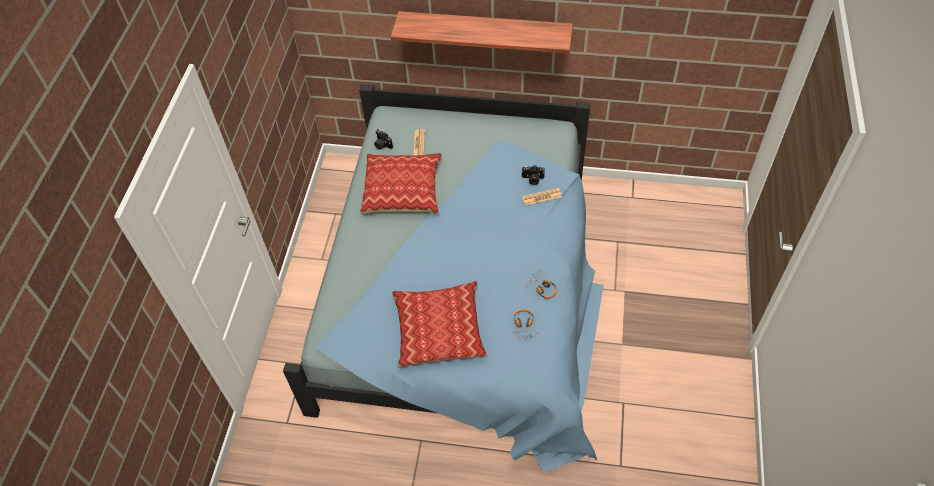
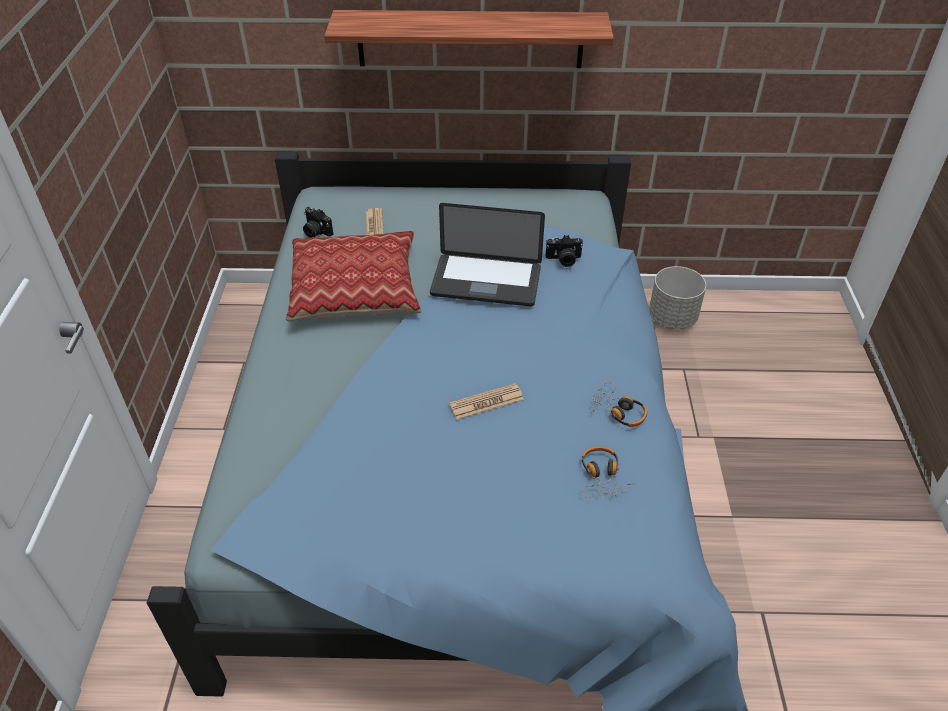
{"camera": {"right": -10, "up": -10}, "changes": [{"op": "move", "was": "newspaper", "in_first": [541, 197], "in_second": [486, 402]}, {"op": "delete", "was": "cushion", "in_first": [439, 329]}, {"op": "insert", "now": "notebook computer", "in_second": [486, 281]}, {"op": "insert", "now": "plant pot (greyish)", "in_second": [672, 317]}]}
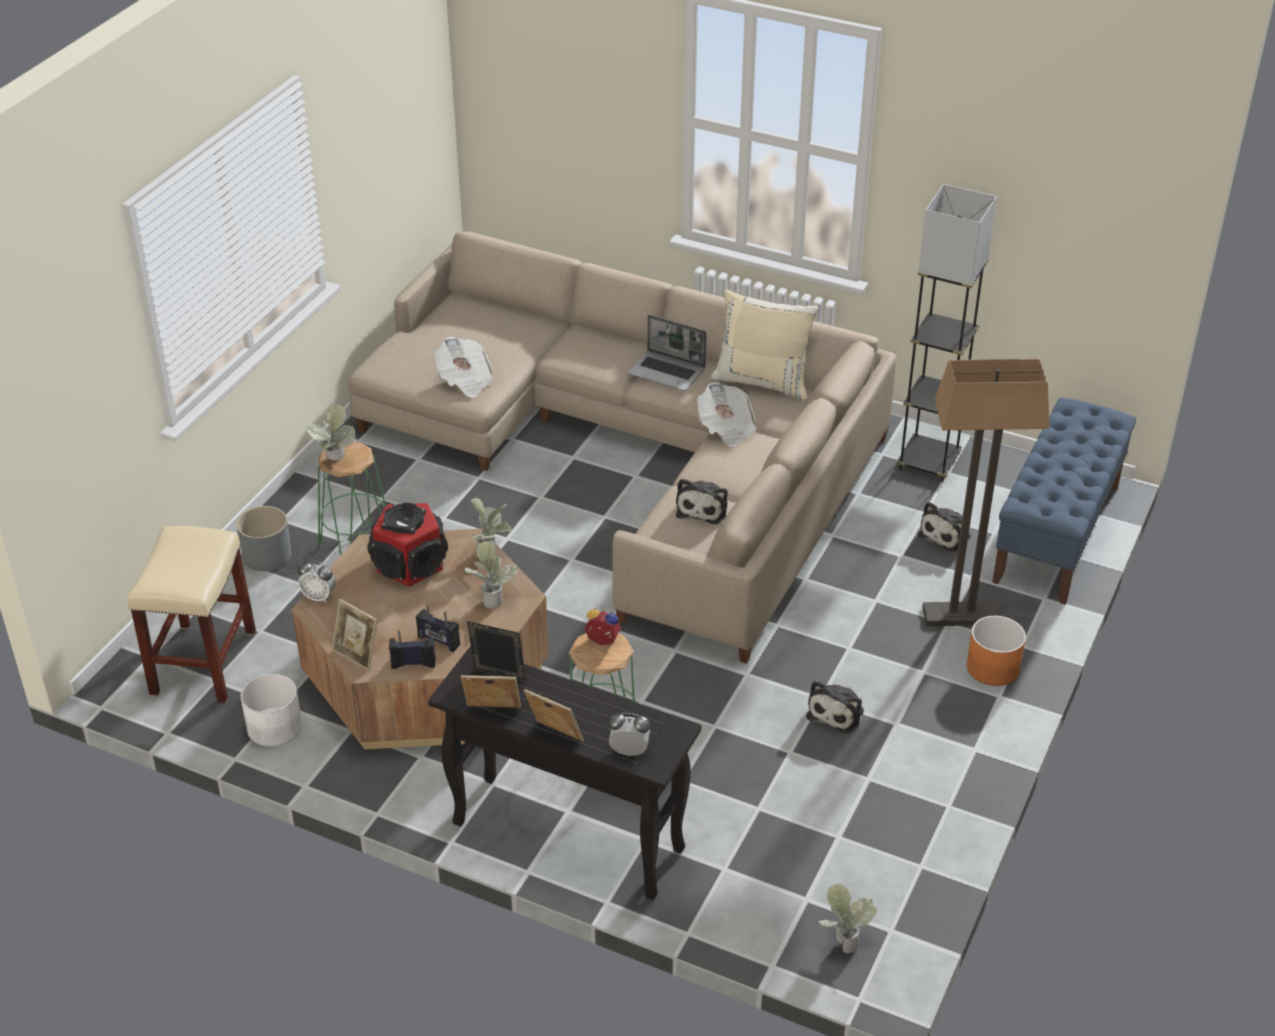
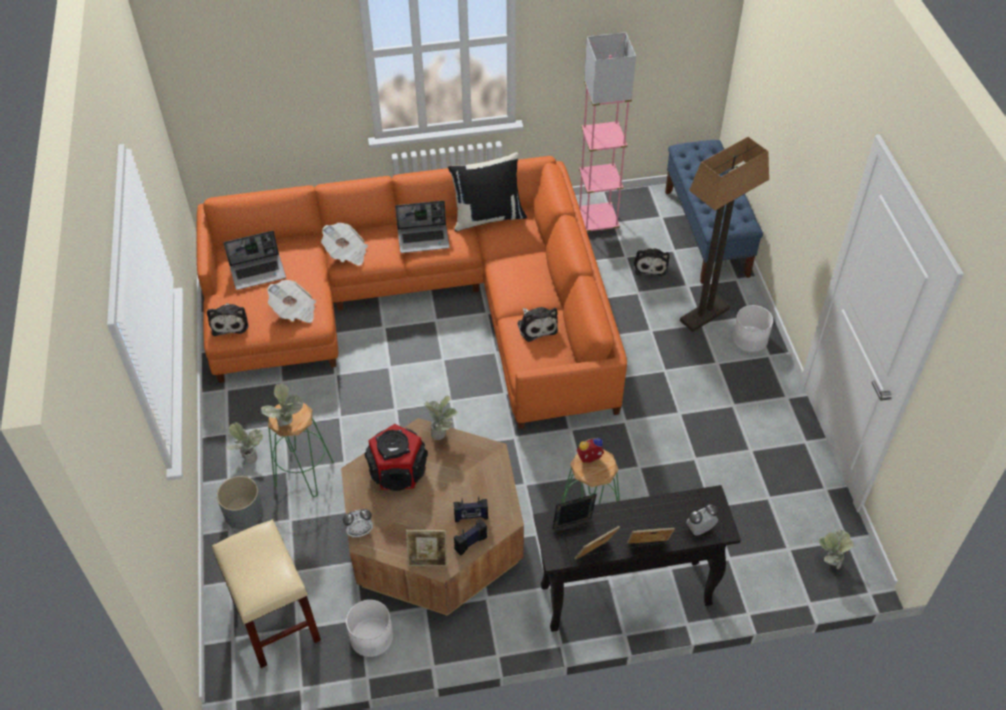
{"camera": {"right": -35, "up": 10}, "changes": [{"op": "recolor", "was": "standard lamp (greyish)", "now": "standard lamp (pinkish)", "in_first": [928, 462], "in_second": [597, 221]}, {"op": "recolor", "was": "sofa (beige-coloured)", "now": "sofa (orangey)", "in_first": [636, 453], "in_second": [421, 303]}, {"op": "recolor", "was": "cushion (beige-coloured)", "now": "cushion (blackish)", "in_first": [763, 381], "in_second": [488, 217]}, {"op": "move", "was": "newspaper", "in_first": [726, 428], "in_second": [346, 253]}, {"op": "move", "was": "plant in a pot", "in_first": [492, 598], "in_second": [248, 455]}, {"op": "recolor", "was": "plant pot (orangey)", "now": "plant pot (white)", "in_first": [993, 668], "in_second": [750, 339]}, {"op": "move", "was": "plush toy", "in_first": [837, 712], "in_second": [230, 322]}, {"op": "insert", "now": "notebook computer", "in_second": [258, 272]}]}
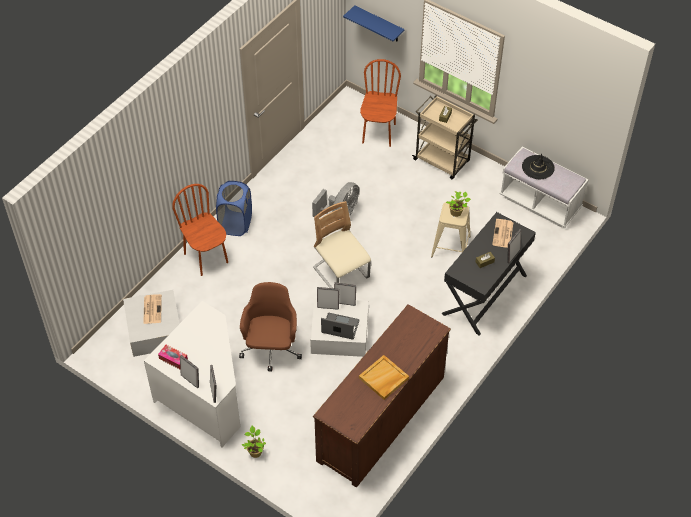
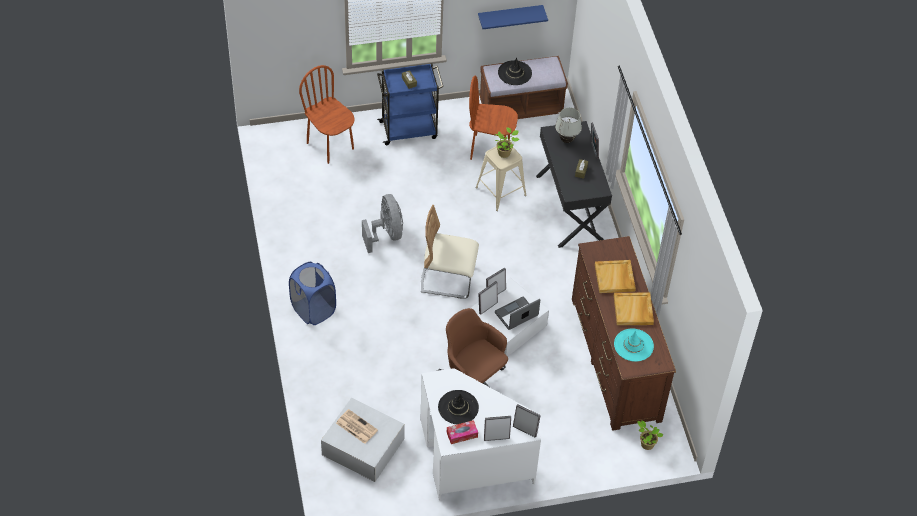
{"camera": {"right": -50, "up": 0}, "changes": [{"op": "move", "was": "bracket shelf (bluish)", "in_first": [379, 24], "in_second": [510, 16]}, {"op": "recolor", "was": "cart (beige-coloured)", "now": "cart (bluish)", "in_first": [442, 161], "in_second": [409, 130]}, {"op": "recolor", "was": "bench (white)", "now": "bench (brown)", "in_first": [540, 203], "in_second": [521, 106]}, {"op": "move", "was": "plain chair (brown)", "in_first": [206, 258], "in_second": [490, 149]}, {"op": "replace", "was": "newspaper", "now": "lamp for a table (white)", "in_first": [503, 234], "in_second": [566, 140]}, {"op": "move", "was": "plant in a pot", "in_first": [255, 451], "in_second": [646, 444]}, {"op": "insert", "now": "carrying tray (beige-coloured)", "in_second": [615, 278]}, {"op": "insert", "now": "clothing hat (turquoise)", "in_second": [633, 345]}, {"op": "insert", "now": "clothing hat (blackish)", "in_second": [458, 407]}]}
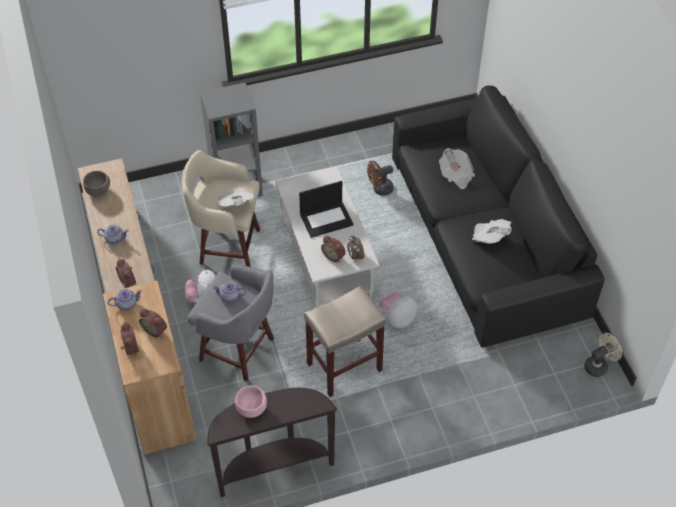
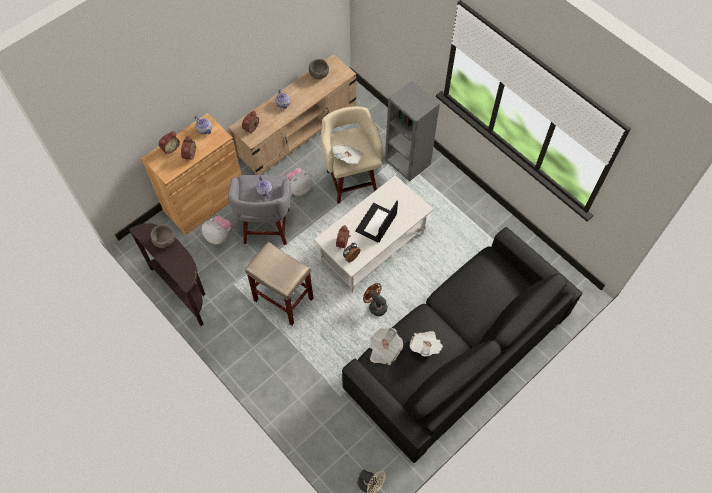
{"camera": {"right": 65, "up": 10}, "changes": [{"op": "move", "was": "newspaper", "in_first": [456, 175], "in_second": [384, 350]}, {"op": "move", "was": "electric fan (brown)", "in_first": [379, 189], "in_second": [375, 306]}, {"op": "rotate", "was": "notebook computer", "in_first": [326, 219], "in_second": [376, 223], "clockwise": 75}, {"op": "move", "was": "plush toy", "in_first": [397, 319], "in_second": [218, 236]}, {"op": "recolor", "was": "bowl (pinkish)", "now": "bowl (brown)", "in_first": [252, 409], "in_second": [164, 241]}]}
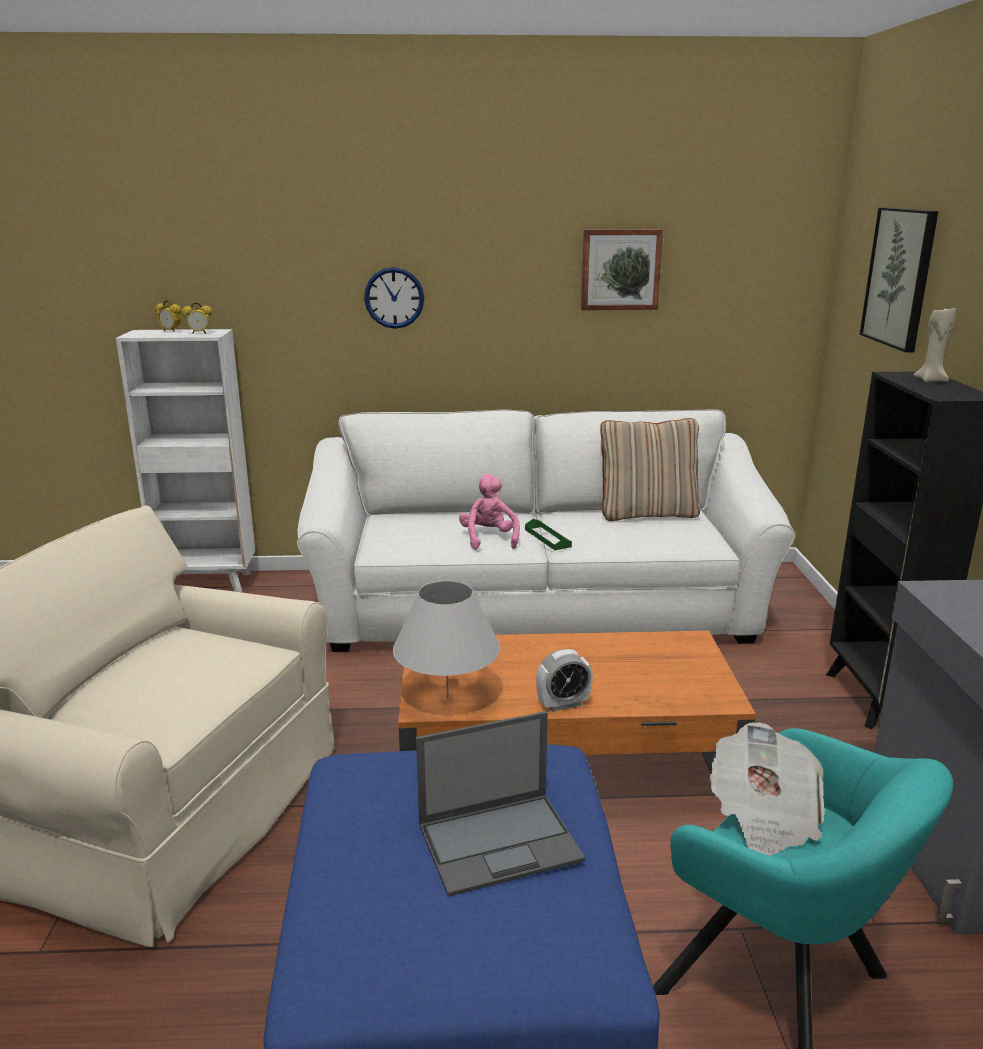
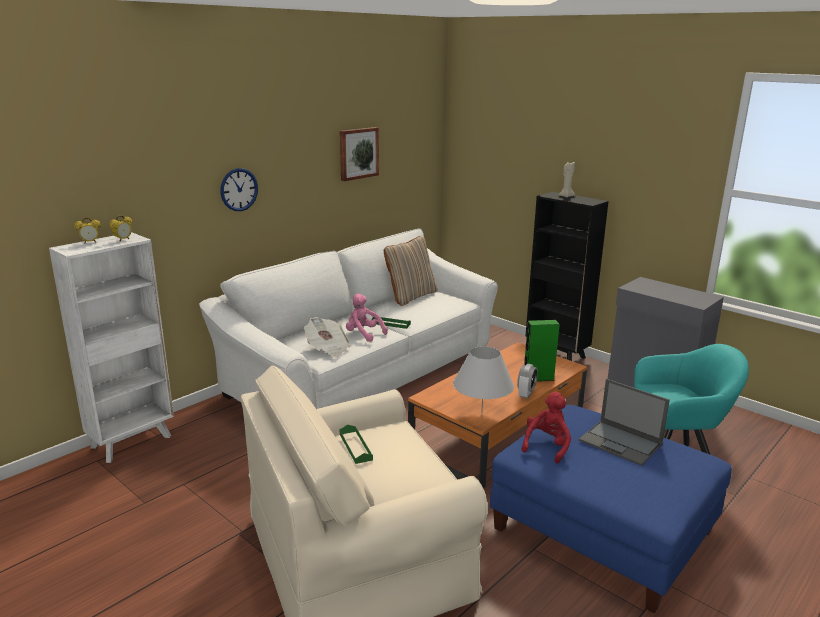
{"camera": {"right": -45, "up": 0}, "changes": [{"op": "delete", "was": "wall art", "in_first": [900, 277]}, {"op": "rotate", "was": "notebook computer", "in_first": [501, 842], "in_second": [621, 443], "clockwise": 105}, {"op": "move", "was": "newspaper", "in_first": [763, 815], "in_second": [327, 348]}, {"op": "insert", "now": "speaker (green-coloured)", "in_second": [538, 378]}, {"op": "insert", "now": "plush toy (red)", "in_second": [547, 446]}, {"op": "insert", "now": "carrying tray (green-coloured)", "in_second": [355, 447]}]}
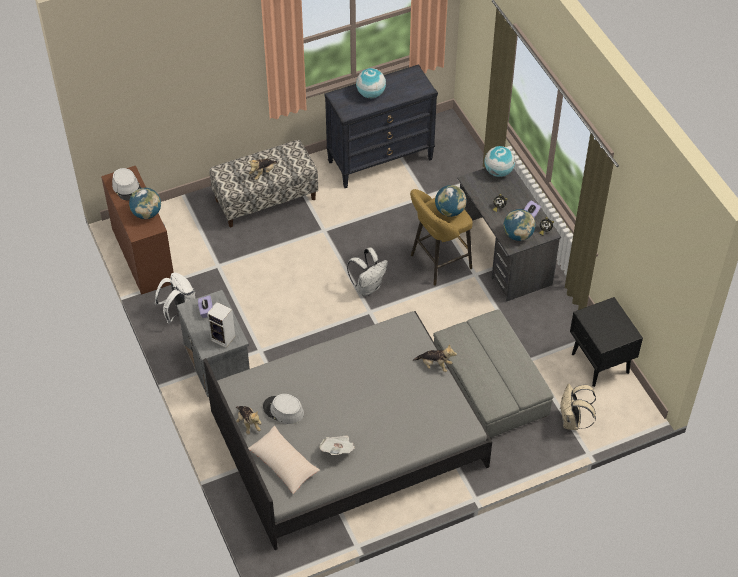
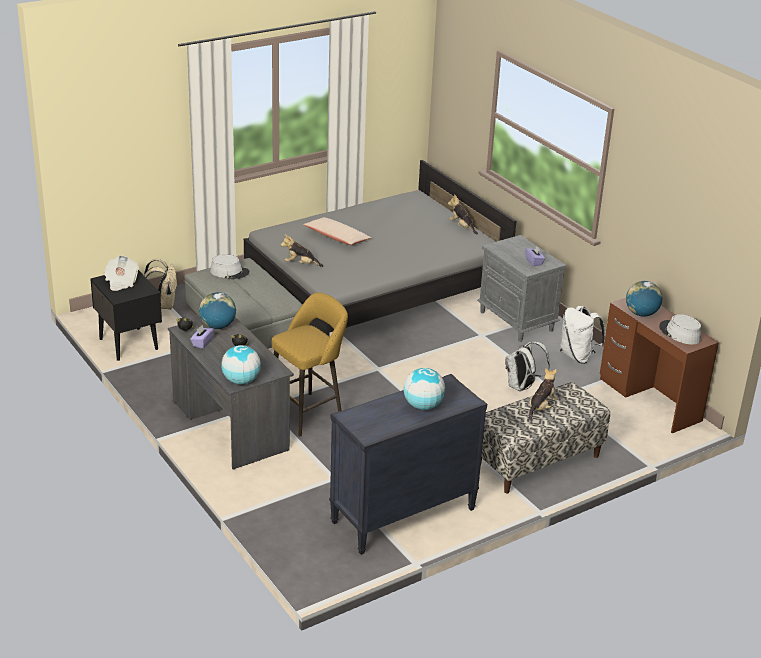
{"camera": {"right": 170, "up": -20}, "changes": [{"op": "delete", "was": "globe", "in_first": [450, 211]}, {"op": "move", "was": "knapsack (white)", "in_first": [368, 287], "in_second": [522, 387]}, {"op": "delete", "was": "speaker", "in_first": [224, 338]}, {"op": "move", "was": "clothing hat (greyish)", "in_first": [283, 410], "in_second": [229, 272]}, {"op": "move", "was": "cushion (beige-coloured)", "in_first": [283, 464], "in_second": [337, 237]}, {"op": "move", "was": "newspaper", "in_first": [338, 450], "in_second": [121, 282]}]}
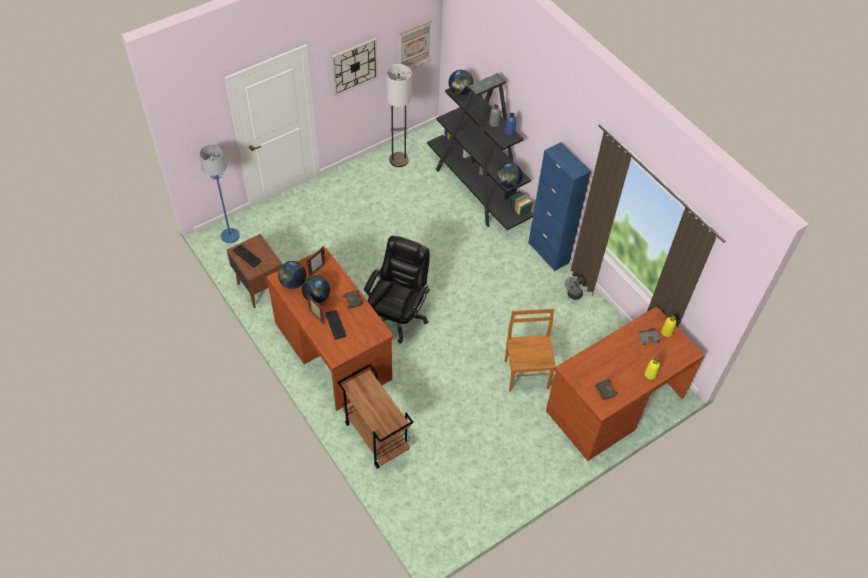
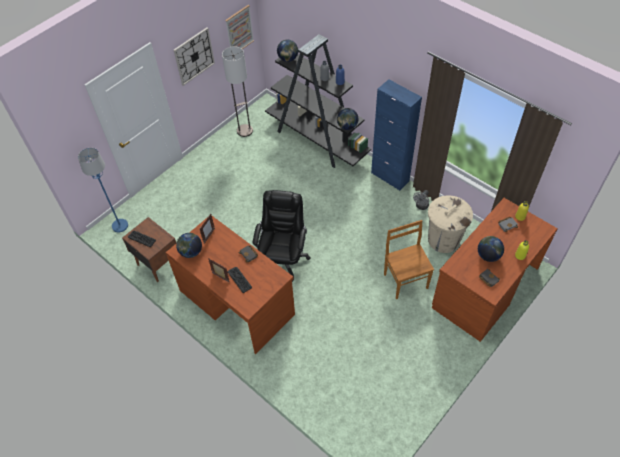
{"camera": {"right": -10, "up": 0}, "changes": [{"op": "move", "was": "globe", "in_first": [317, 297], "in_second": [488, 256]}, {"op": "delete", "was": "cart (brown)", "in_first": [375, 436]}, {"op": "insert", "now": "rubbish bin (beige-coloured)", "in_second": [443, 240]}]}
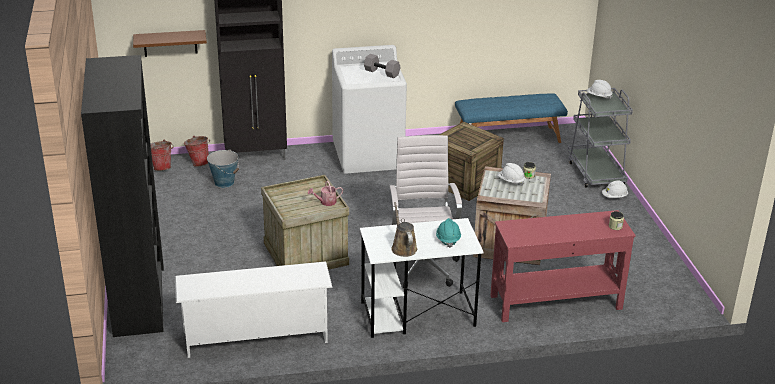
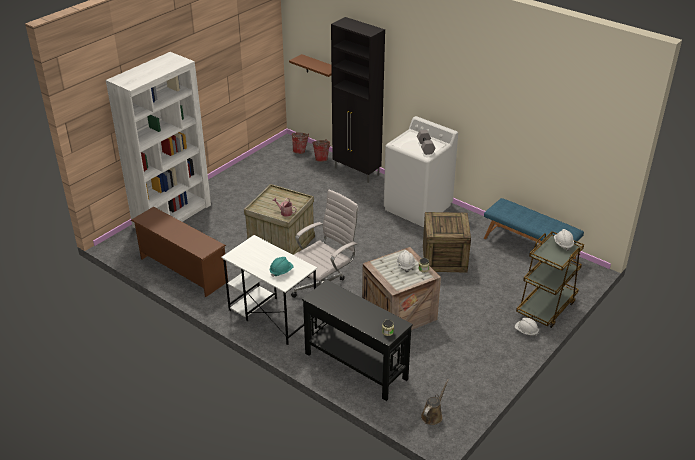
{"camera": {"right": 50, "up": 5}, "changes": [{"op": "recolor", "was": "bookshelf (blackish)", "now": "bookshelf (white)", "in_first": [139, 299], "in_second": [172, 215]}, {"op": "recolor", "was": "cart (greyish)", "now": "cart (brown)", "in_first": [595, 172], "in_second": [546, 307]}, {"op": "delete", "was": "bucket", "in_first": [224, 182]}, {"op": "move", "was": "sprinkling can (brown)", "in_first": [403, 247], "in_second": [433, 415]}, {"op": "recolor", "was": "narrow table (red)", "now": "narrow table (blackish)", "in_first": [555, 302], "in_second": [355, 365]}, {"op": "recolor", "was": "shoe shelf (white)", "now": "shoe shelf (brown)", "in_first": [256, 338], "in_second": [182, 270]}]}
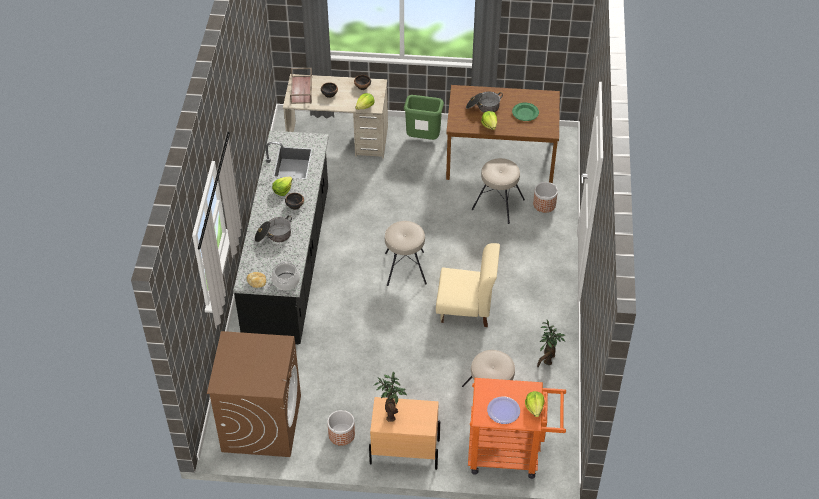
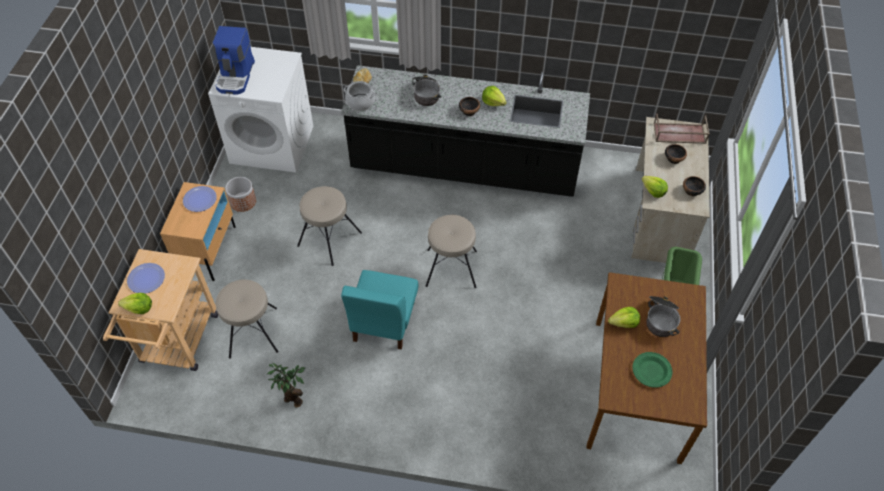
{"camera": {"right": 95, "up": 5}, "changes": [{"op": "move", "was": "stool seat (beige-coloured)", "in_first": [498, 205], "in_second": [329, 239]}, {"op": "delete", "was": "plant pot", "in_first": [544, 204]}, {"op": "recolor", "was": "plain chair (beige-coloured)", "now": "plain chair (turquoise)", "in_first": [466, 308], "in_second": [383, 322]}, {"op": "recolor", "was": "laundry appliance (brown)", "now": "laundry appliance (white)", "in_first": [261, 423], "in_second": [273, 144]}, {"op": "replace", "was": "plant in a pot", "now": "plate", "in_first": [391, 412], "in_second": [200, 199]}, {"op": "recolor", "was": "cart (orangey)", "now": "cart (beige-coloured)", "in_first": [511, 453], "in_second": [177, 344]}, {"op": "insert", "now": "coffee maker", "in_second": [236, 76]}]}
